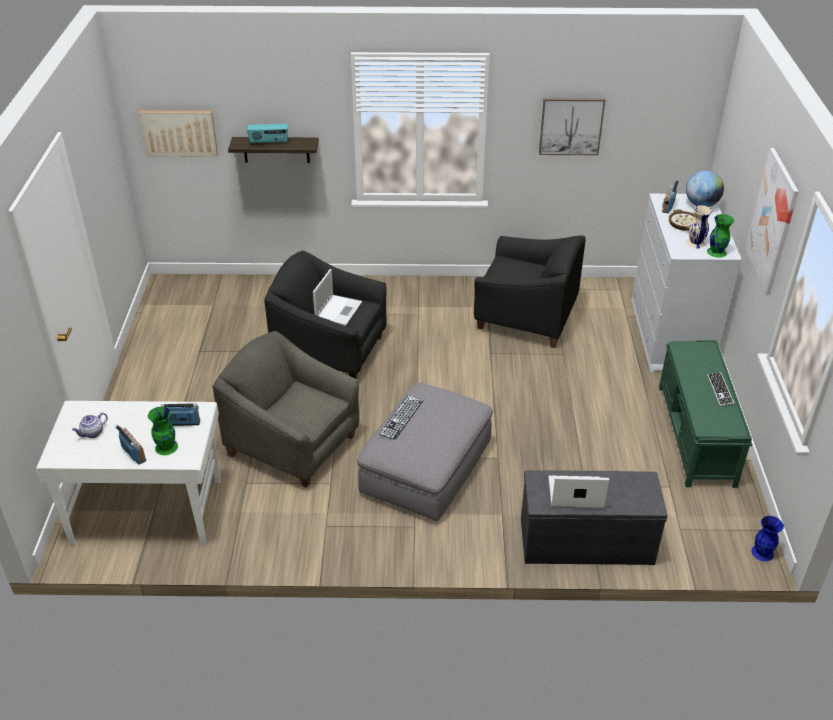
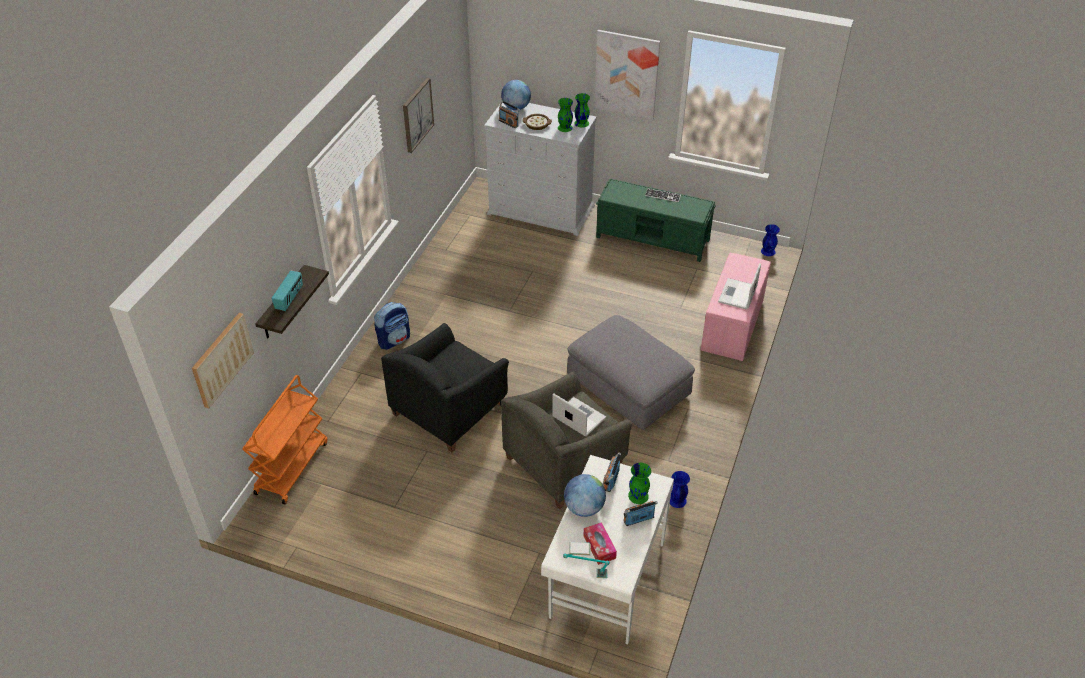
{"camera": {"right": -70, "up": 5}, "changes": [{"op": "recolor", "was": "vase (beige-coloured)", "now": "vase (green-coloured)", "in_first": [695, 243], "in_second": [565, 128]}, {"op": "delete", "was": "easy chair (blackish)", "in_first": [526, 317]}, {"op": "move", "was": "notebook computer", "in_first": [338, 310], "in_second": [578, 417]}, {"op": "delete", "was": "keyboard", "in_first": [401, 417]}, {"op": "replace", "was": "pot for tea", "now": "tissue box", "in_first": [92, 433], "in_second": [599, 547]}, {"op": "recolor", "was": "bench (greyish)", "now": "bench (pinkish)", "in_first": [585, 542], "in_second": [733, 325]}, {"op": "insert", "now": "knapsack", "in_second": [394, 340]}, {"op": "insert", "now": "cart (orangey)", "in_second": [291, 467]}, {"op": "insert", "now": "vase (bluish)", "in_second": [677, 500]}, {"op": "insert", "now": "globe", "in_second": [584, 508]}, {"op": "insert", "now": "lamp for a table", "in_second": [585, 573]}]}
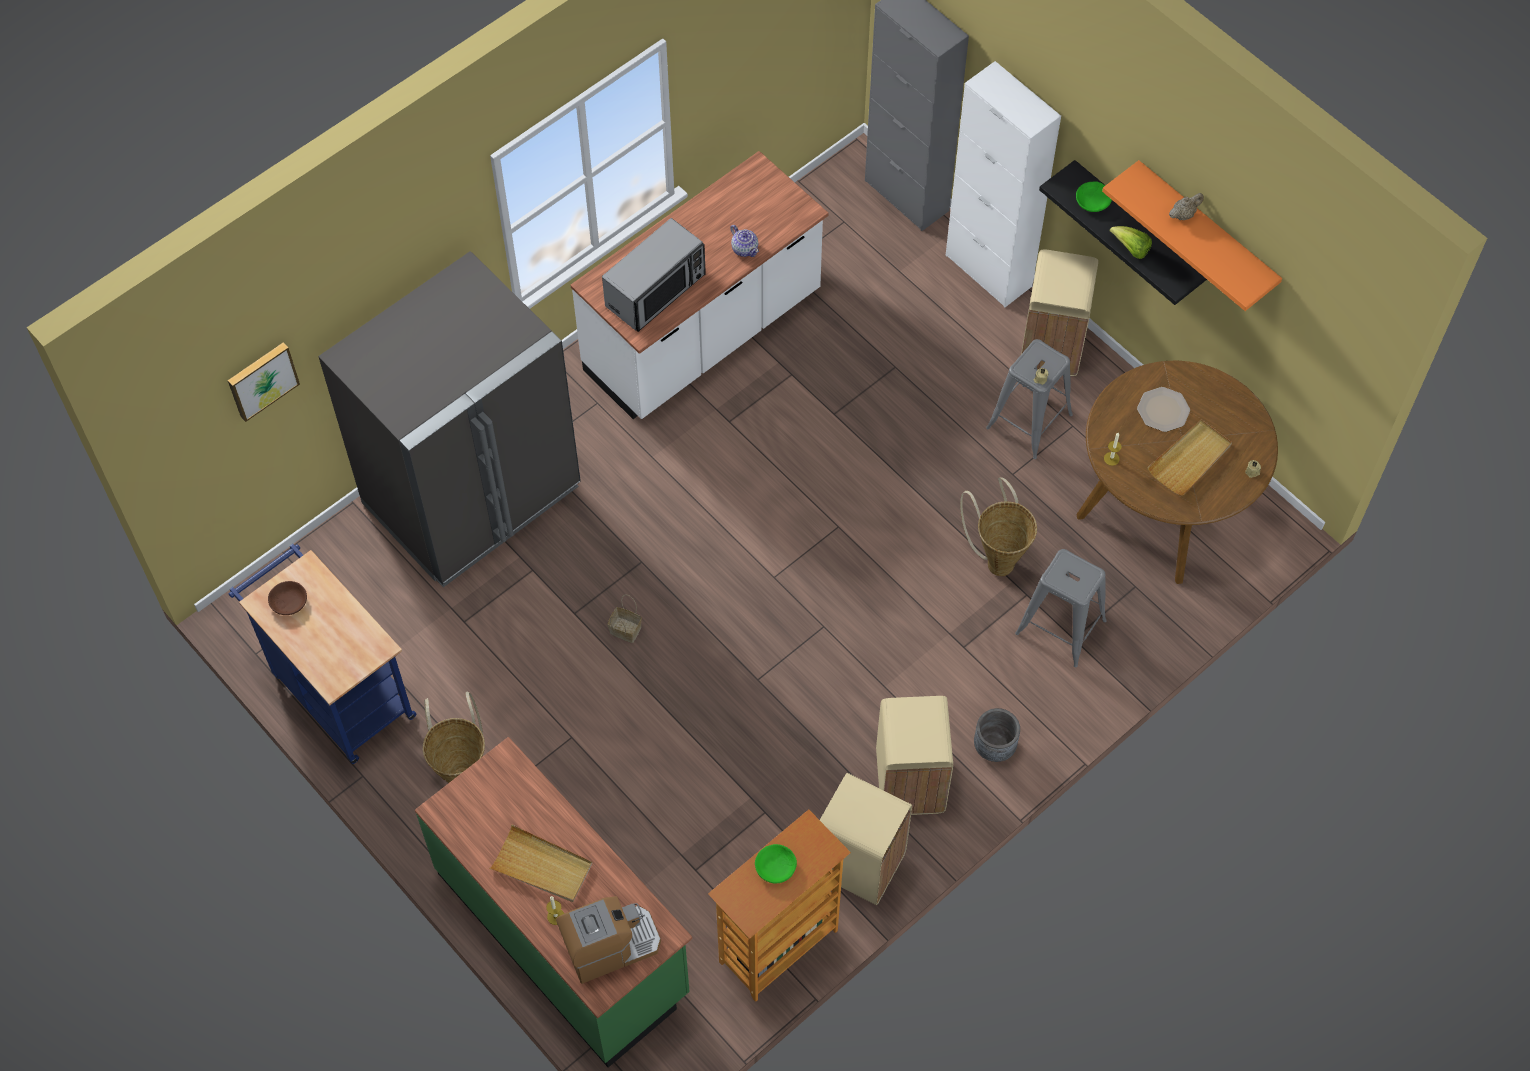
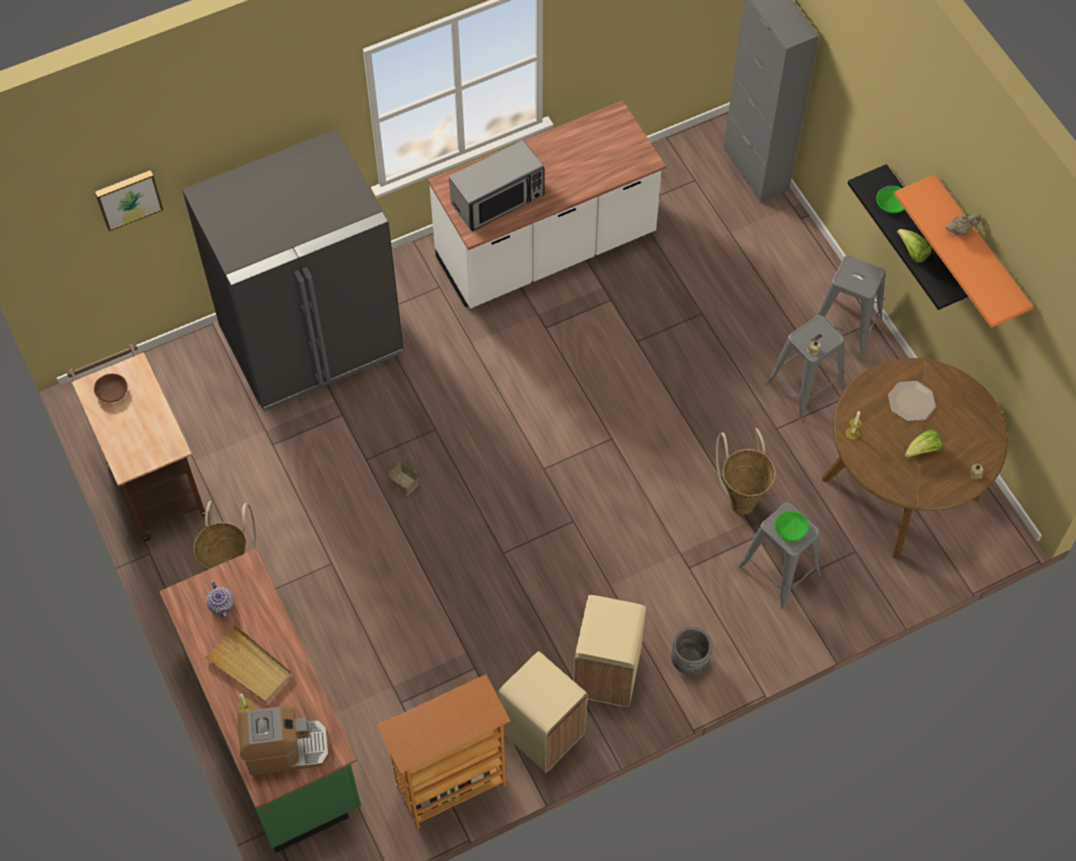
{"camera": {"right": 15, "up": 0}, "changes": [{"op": "delete", "was": "cupboard (white)", "in_first": [988, 270]}, {"op": "move", "was": "pot for tea", "in_first": [744, 248], "in_second": [221, 604]}, {"op": "replace", "was": "rubbish bin (beige-coloured)", "now": "stool seat (greyish)", "in_first": [1053, 346], "in_second": [845, 326]}, {"op": "replace", "was": "carrying tray (beige-coloured)", "now": "lettuce", "in_first": [1190, 459], "in_second": [922, 450]}, {"op": "recolor", "was": "cart (bluish)", "now": "cart (brown)", "in_first": [338, 690], "in_second": [152, 477]}, {"op": "move", "was": "bowl (green-coloured)", "in_first": [776, 866], "in_second": [791, 529]}]}
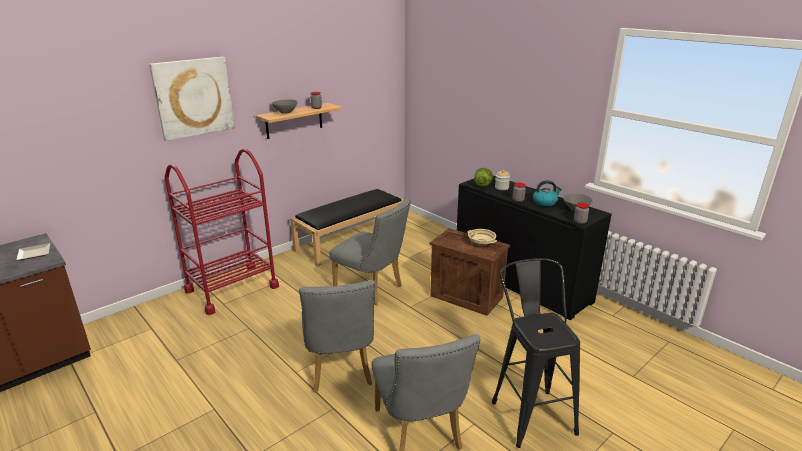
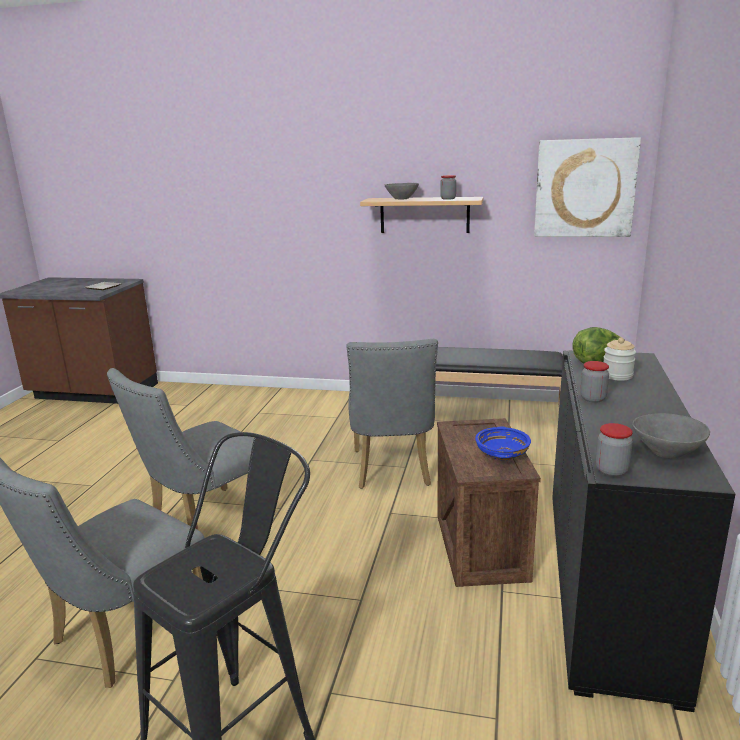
{"camera": {"right": 55, "up": -5}, "changes": [{"op": "move", "was": "wall art", "in_first": [193, 97], "in_second": [584, 188]}, {"op": "delete", "was": "cart (red)", "in_first": [232, 289]}, {"op": "delete", "was": "water kettle", "in_first": [545, 202]}, {"op": "recolor", "was": "bowl (beige-coloured)", "now": "bowl (bluish)", "in_first": [481, 242], "in_second": [501, 454]}]}
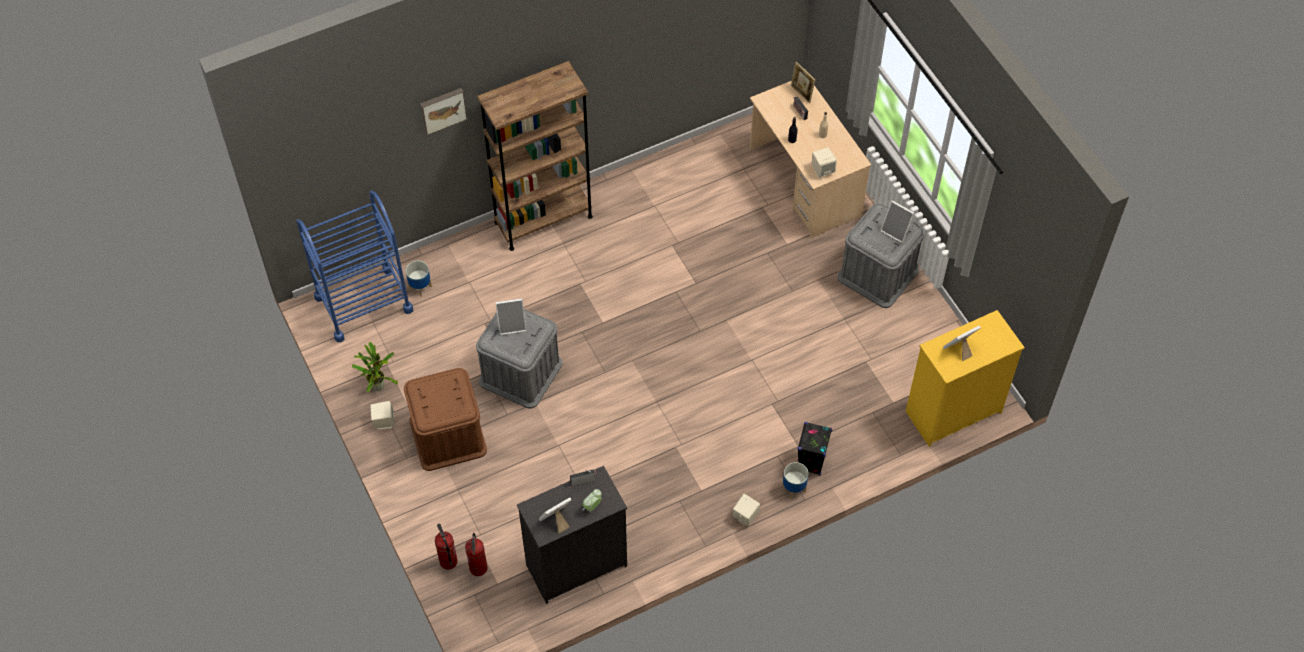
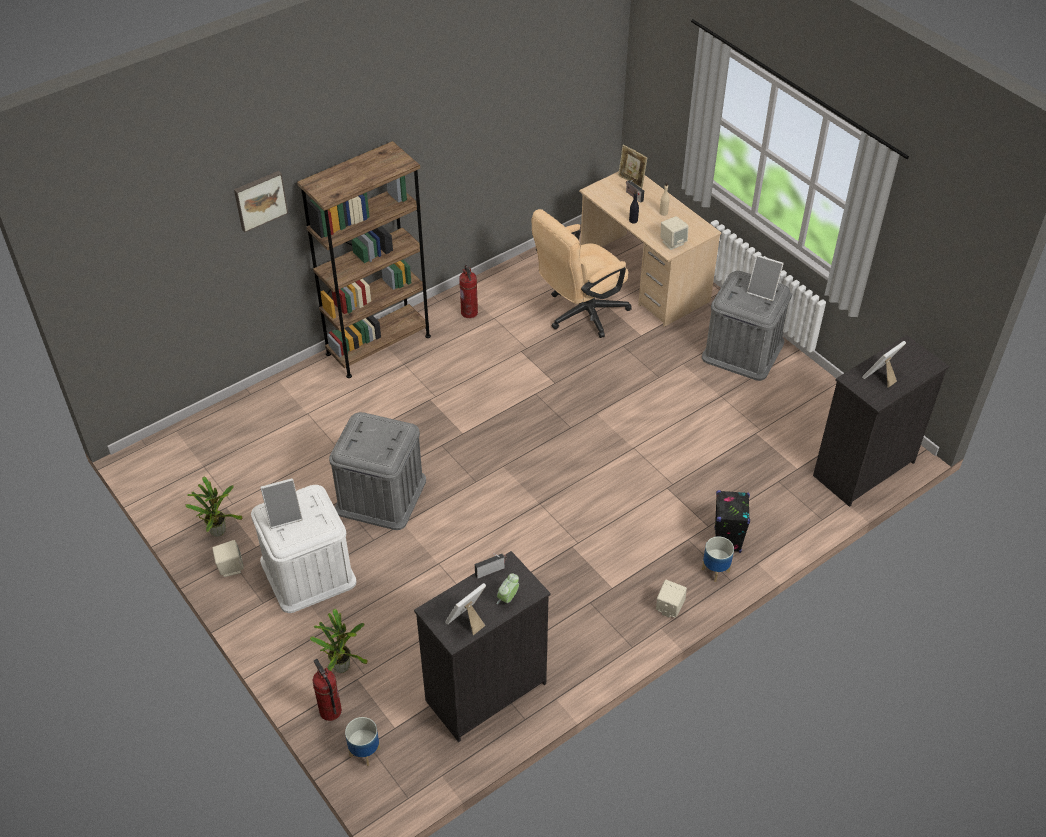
{"camera": {"right": -10, "up": -10}, "changes": [{"op": "delete", "was": "cart (bluish)", "in_first": [363, 303]}, {"op": "move", "was": "plant pot", "in_first": [420, 287], "in_second": [364, 752]}, {"op": "move", "was": "standing frame", "in_first": [512, 325], "in_second": [284, 516]}, {"op": "recolor", "was": "drawer chest (yellowish)", "now": "drawer chest (blackish)", "in_first": [952, 412], "in_second": [862, 469]}, {"op": "recolor", "was": "storage bin (brown)", "now": "storage bin (white)", "in_first": [448, 435], "in_second": [308, 571]}, {"op": "move", "was": "fire extinguisher", "in_first": [478, 568], "in_second": [469, 312]}, {"op": "insert", "now": "office chair (beige-coloured)", "in_second": [580, 314]}, {"op": "insert", "now": "plant in a pot", "in_second": [342, 664]}]}
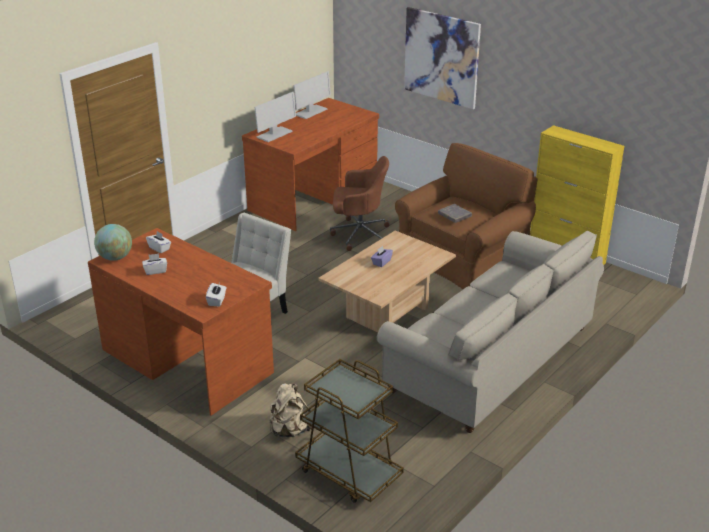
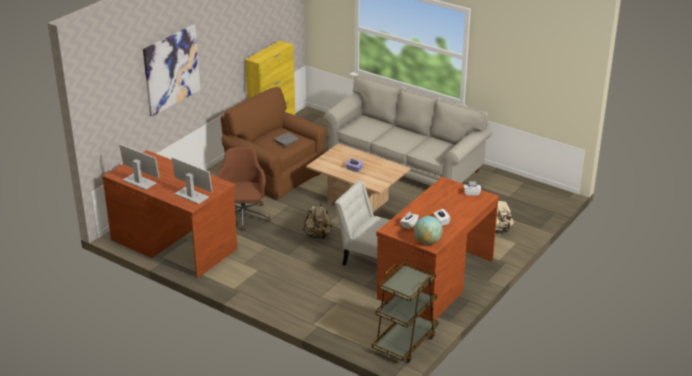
{"camera": {"right": -95, "up": 0}, "changes": [{"op": "move", "was": "cart (brown)", "in_first": [348, 473], "in_second": [405, 342]}, {"op": "insert", "now": "knapsack (beige-coloured)", "in_second": [318, 235]}]}
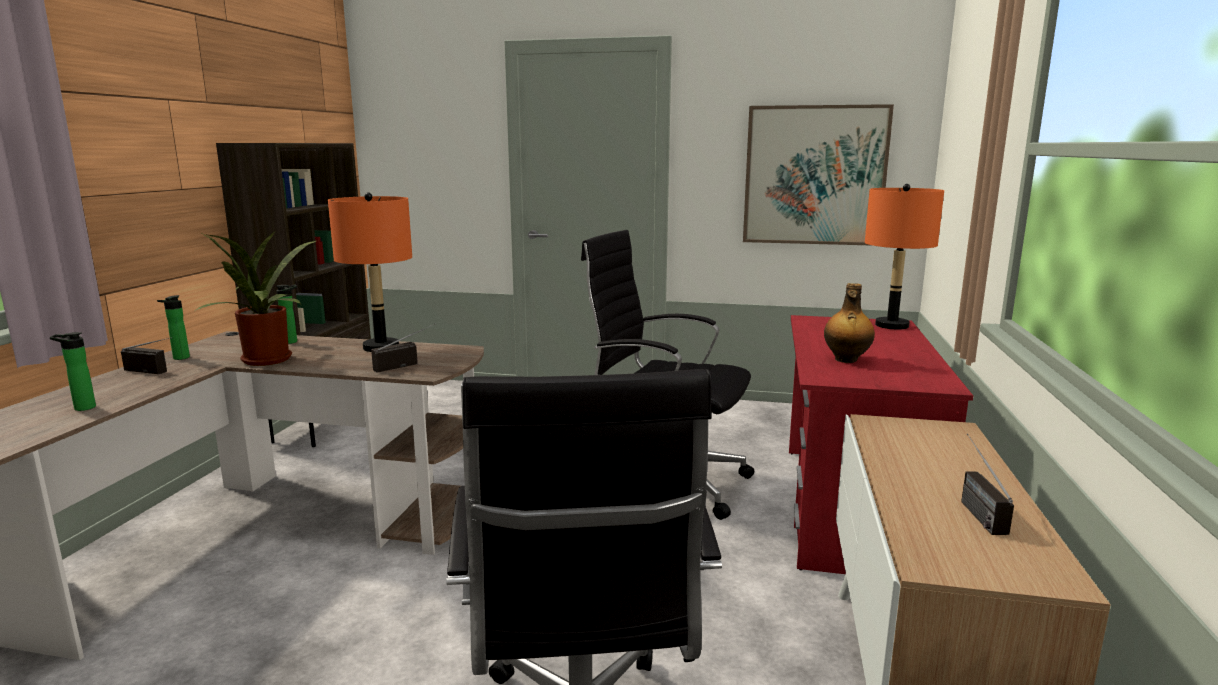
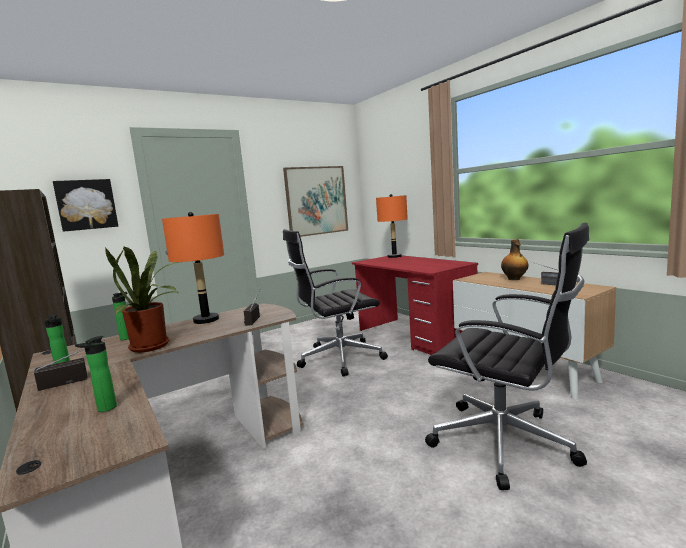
{"camera": {"right": -45, "up": -5}, "changes": [{"op": "move", "was": "drink bottle", "in_first": [846, 360], "in_second": [514, 279]}, {"op": "insert", "now": "wall art", "in_second": [86, 204]}]}
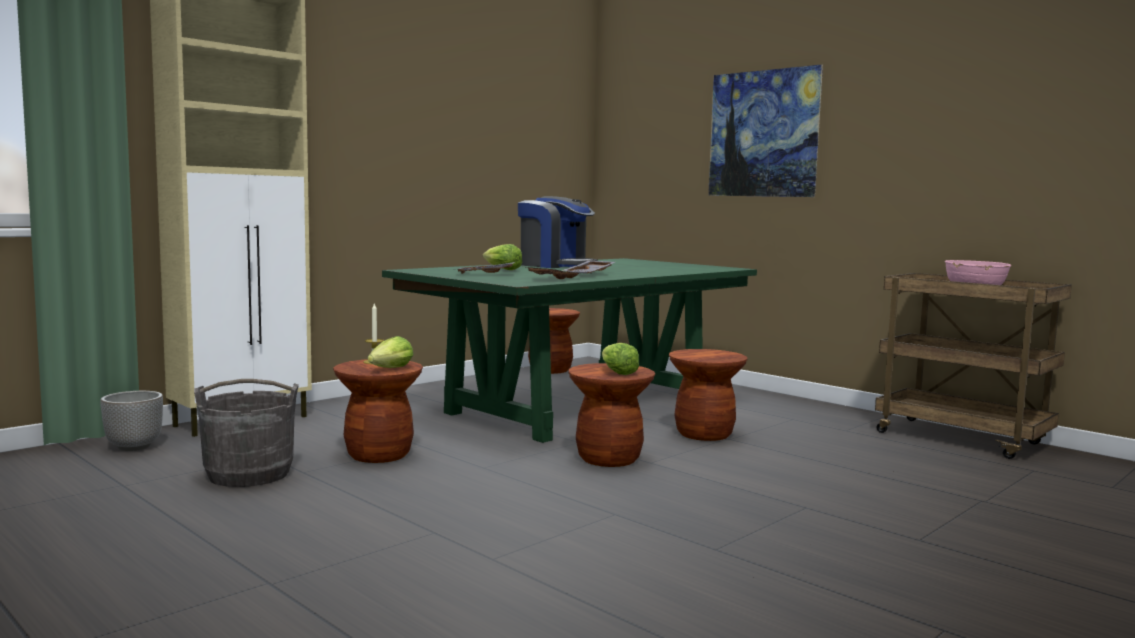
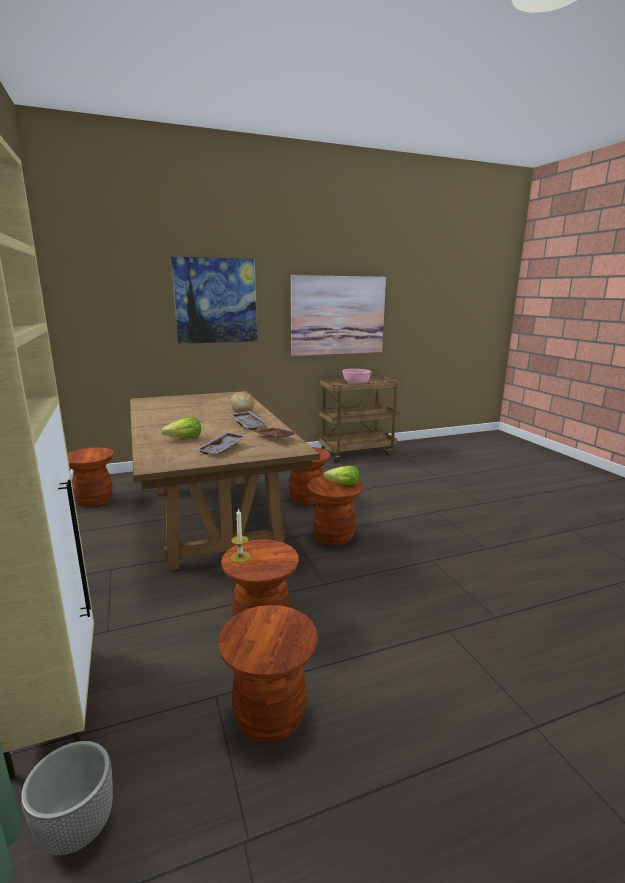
{"camera": {"right": -65, "up": 10}, "changes": [{"op": "delete", "was": "coffee maker", "in_first": [555, 265]}, {"op": "recolor", "was": "dining table (green-coloured)", "now": "dining table (brown)", "in_first": [579, 407], "in_second": [211, 516]}, {"op": "delete", "was": "lettuce", "in_first": [391, 369]}, {"op": "replace", "was": "bucket (greyish)", "now": "stool seat (brown)", "in_first": [249, 474], "in_second": [270, 716]}, {"op": "insert", "now": "wall art", "in_second": [338, 315]}, {"op": "insert", "now": "bread", "in_second": [241, 411]}]}
